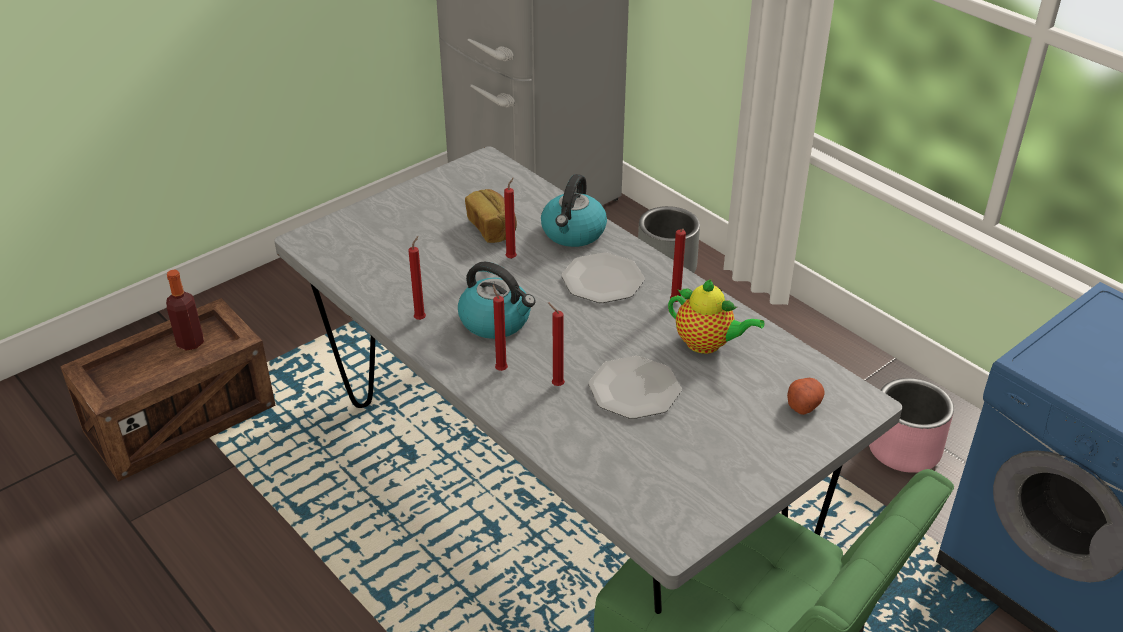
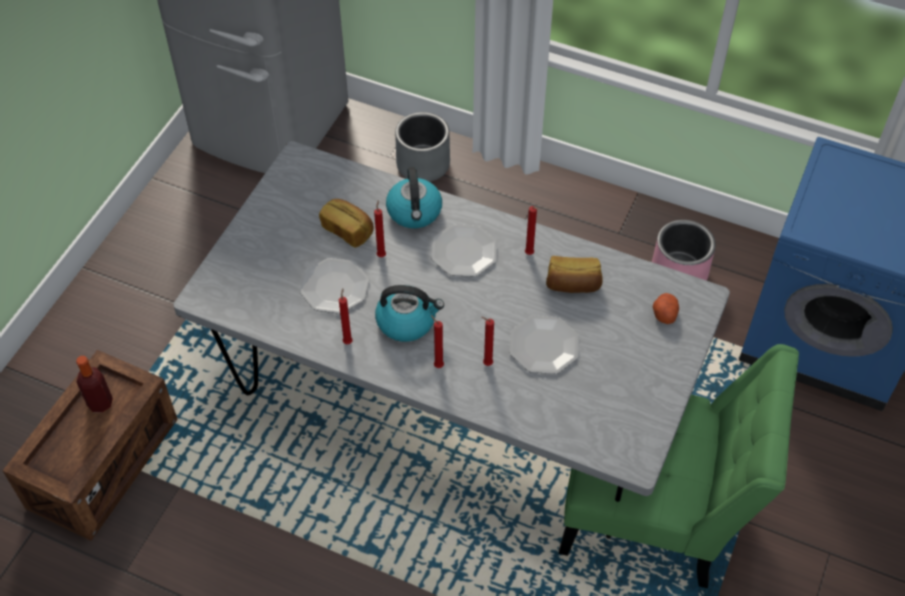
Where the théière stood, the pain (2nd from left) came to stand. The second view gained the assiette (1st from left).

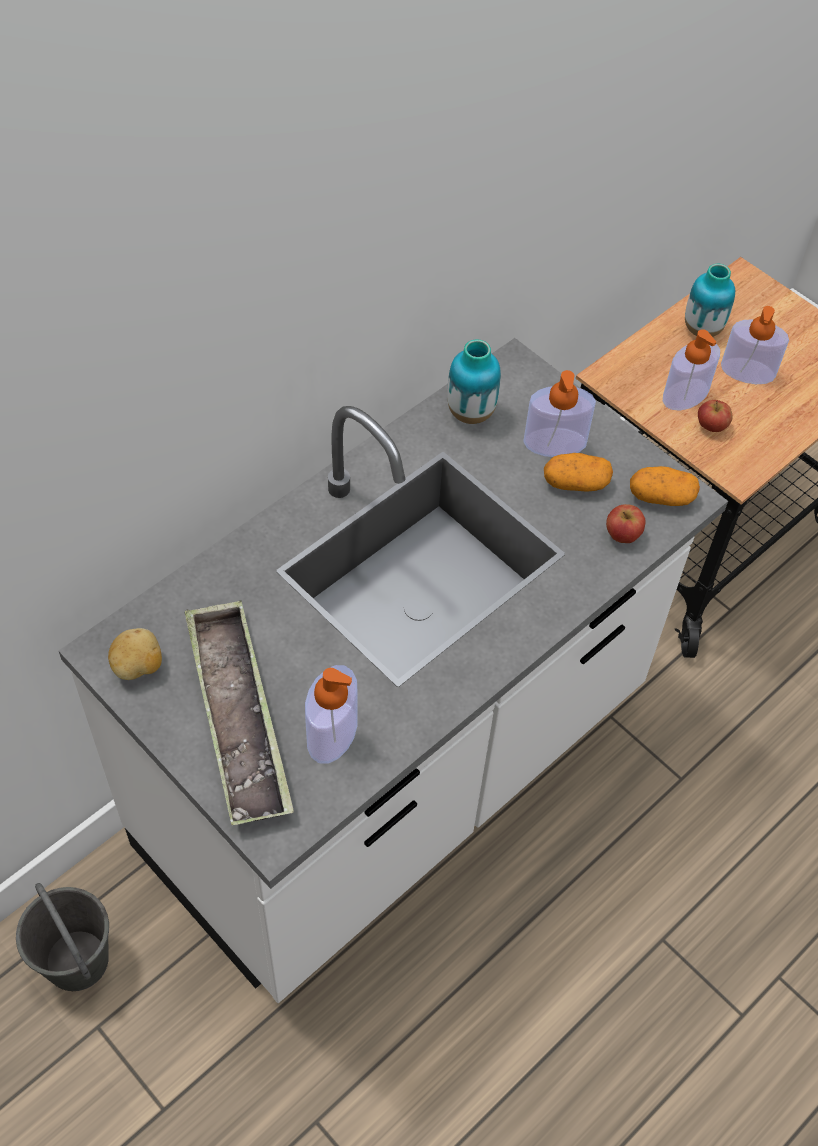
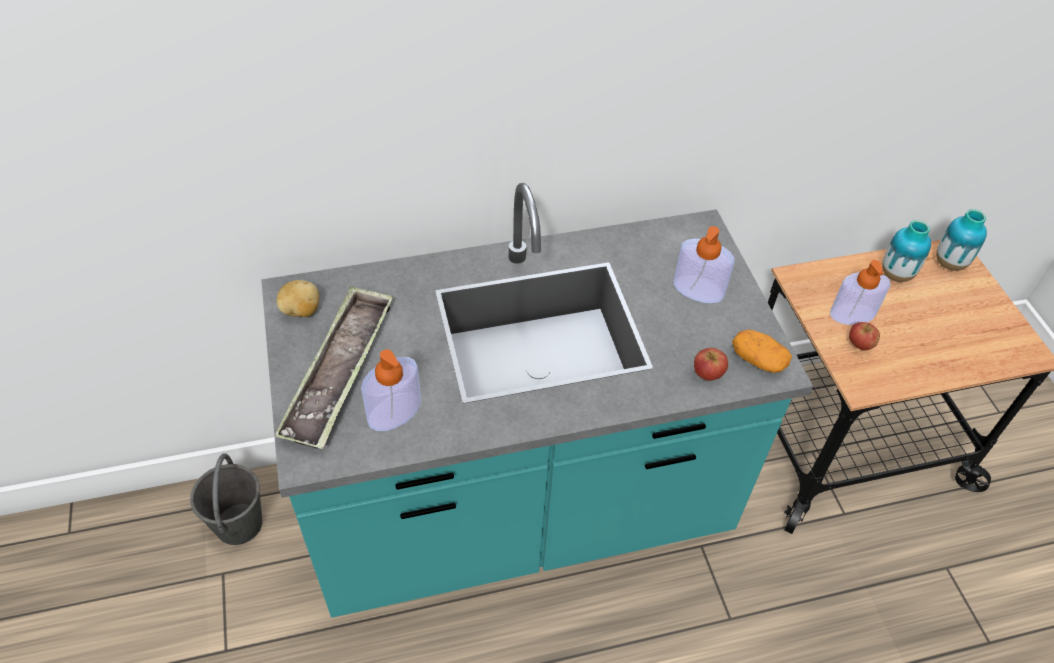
What was the comptoir de cuisine [blanc] turned into the comptoir de cuisine [turquoise]. The vase (1st from left in the first image) ended up elsewhere. The second view lost the pomme de terre (2nd from left). The second view lost the distributeur de savon (4th from left).

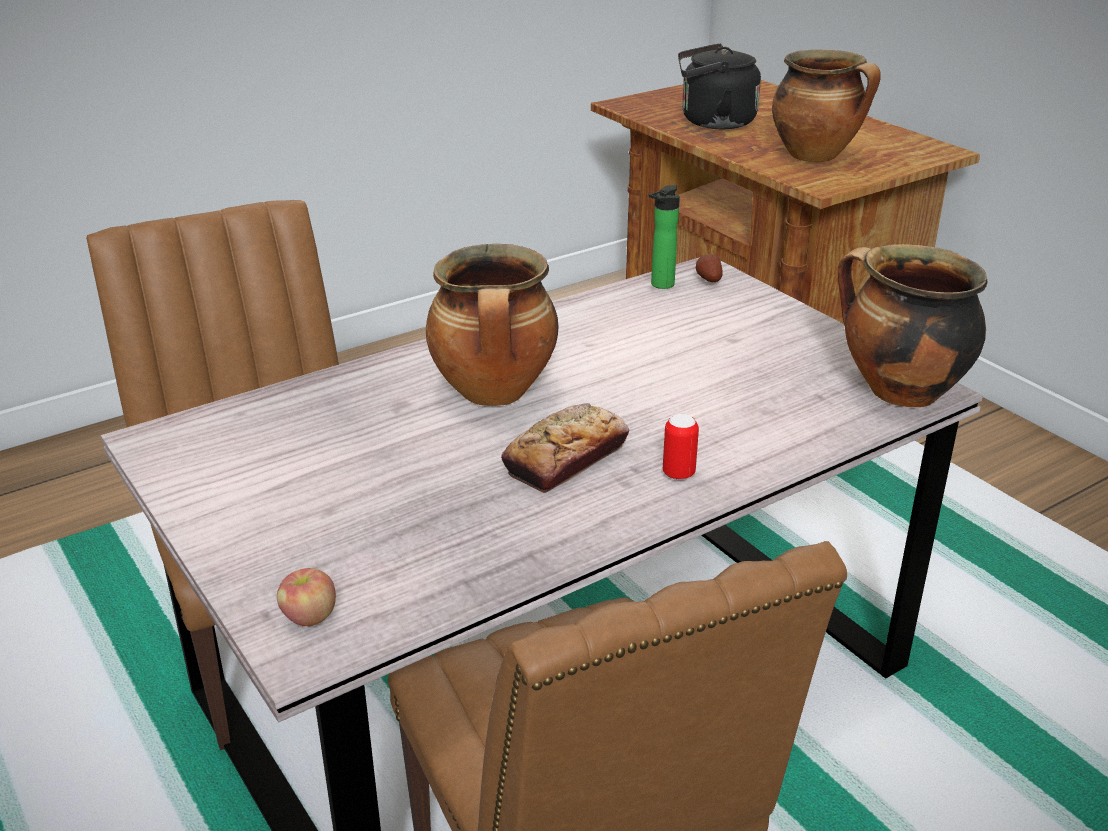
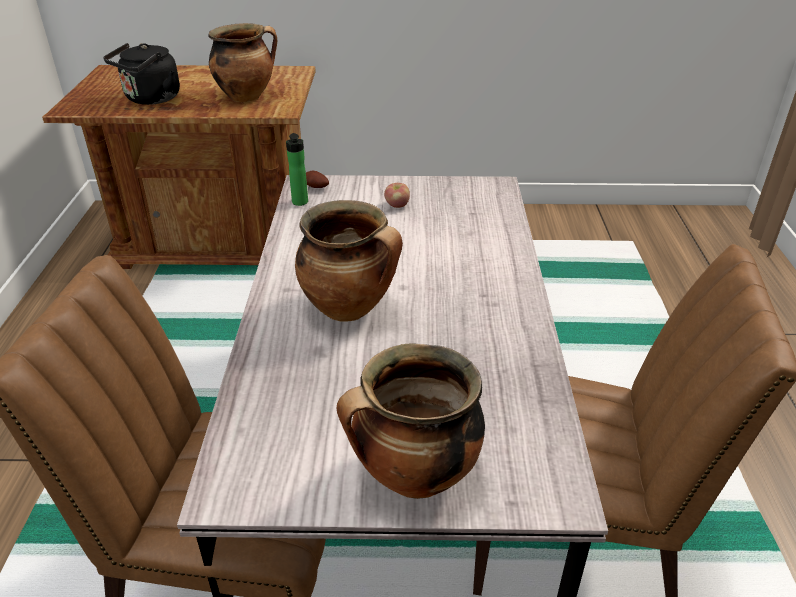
The pomme ended up elsewhere. The second view lost the pain. The second view lost the boîte métallique. The marmite (3rd from left) ended up elsewhere.

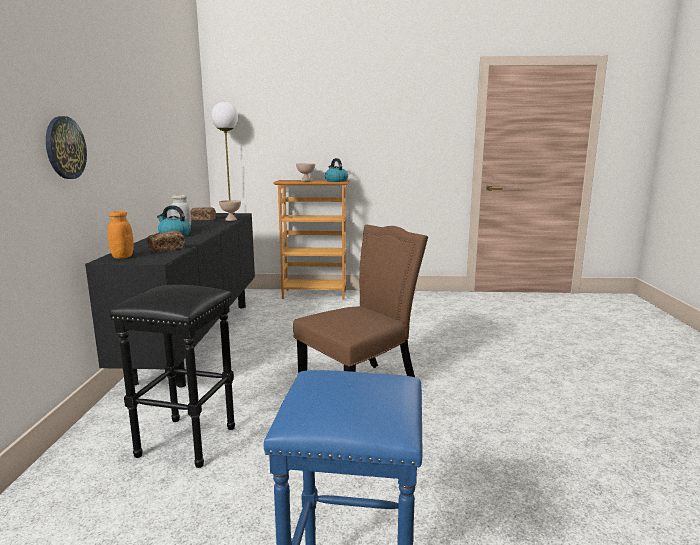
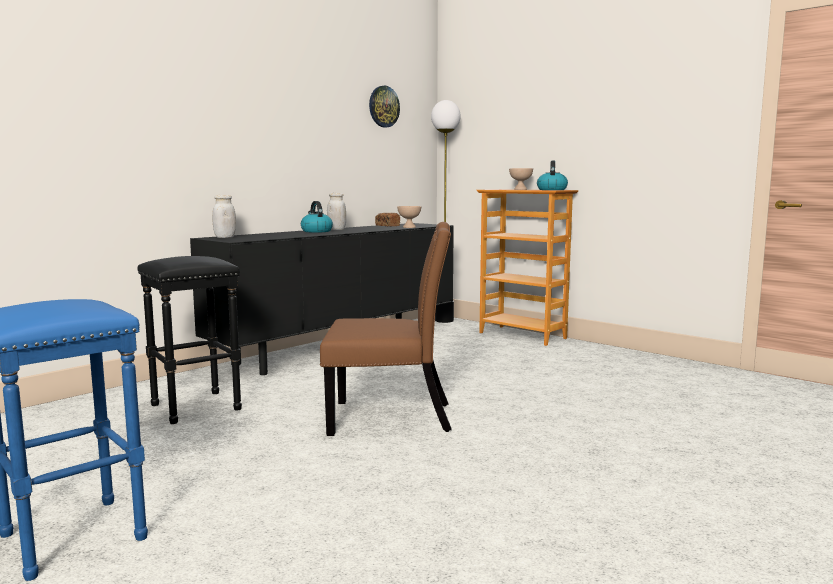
The horloge murale ended up elsewhere. What was the bocal [orange] turned into the bocal [blanc] (1st from left). The second view lost the pain (1st from left).

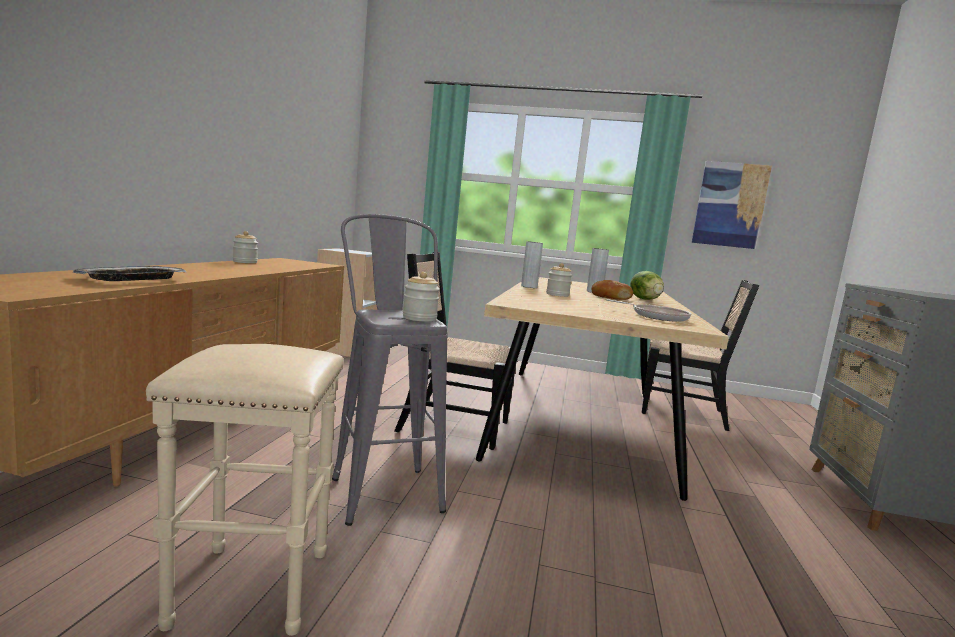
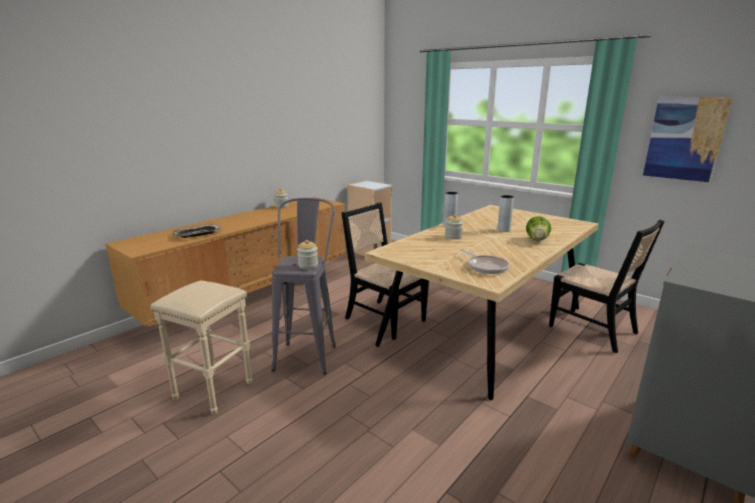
The second view lost the pain.

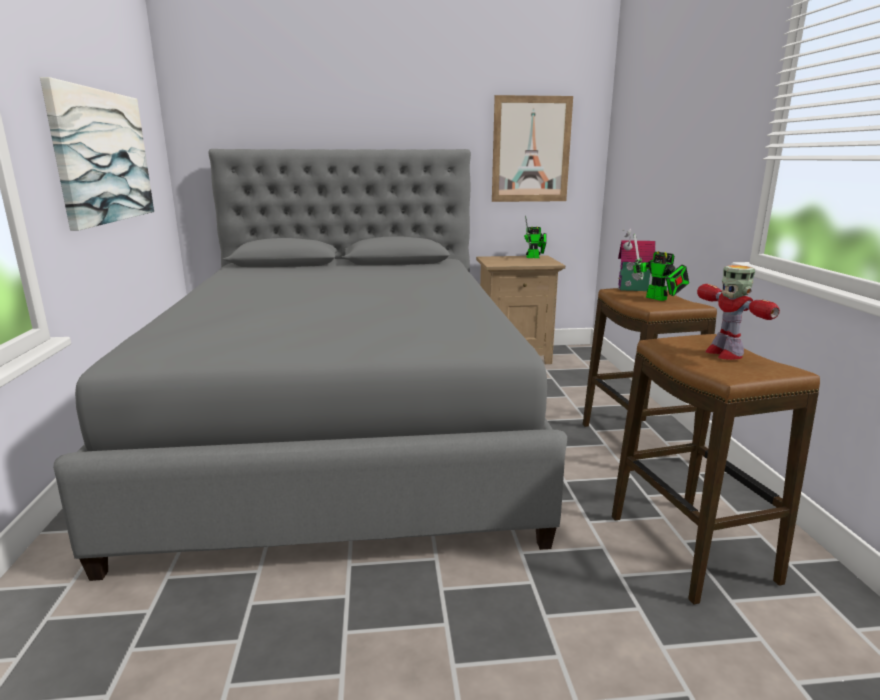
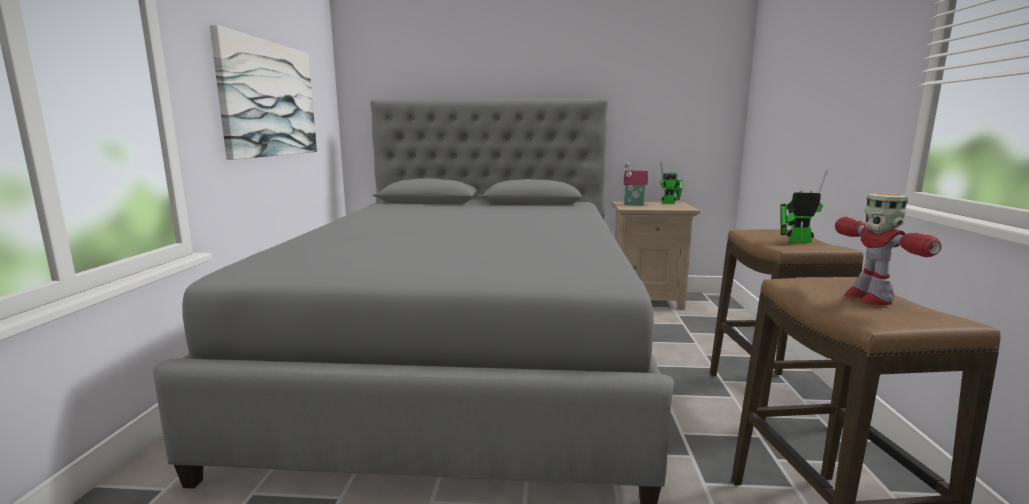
The second view lost the tableau (2nd from left). The maison miniature ended up elsewhere. The robot jouet (2nd from left) ended up facing another way, 135 degrees clockwise from before.

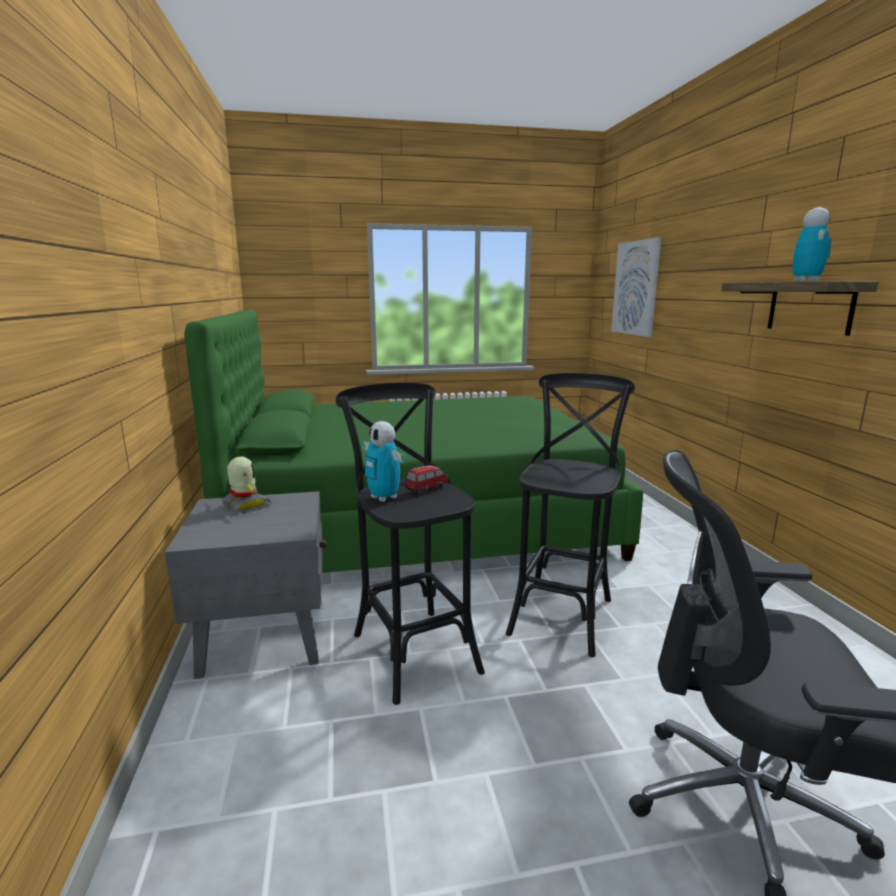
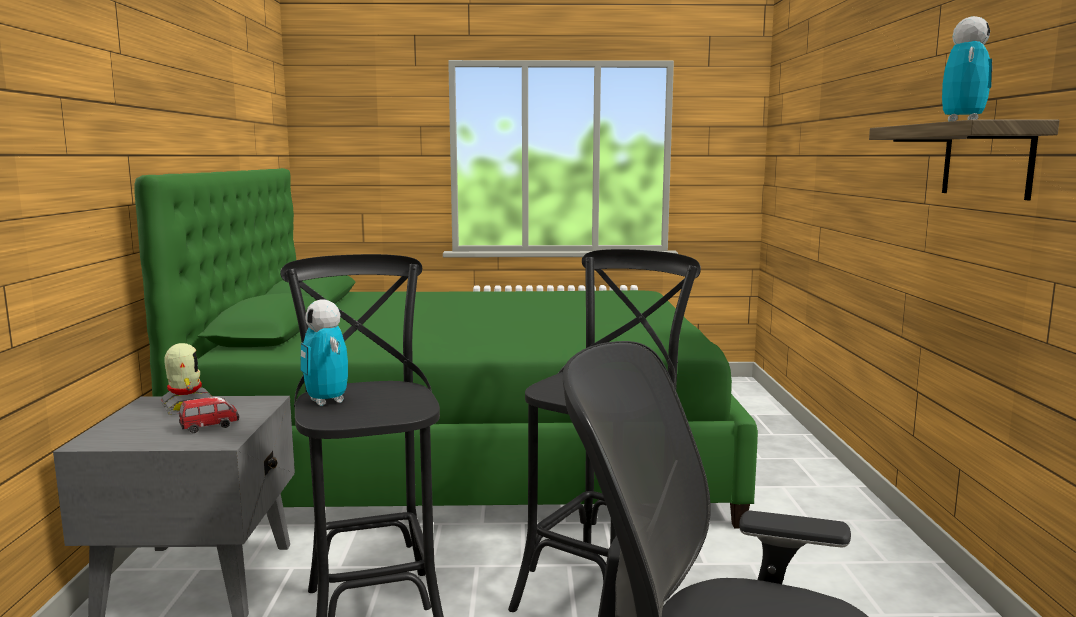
The petite voiture ended up elsewhere. The second view lost the tableau.

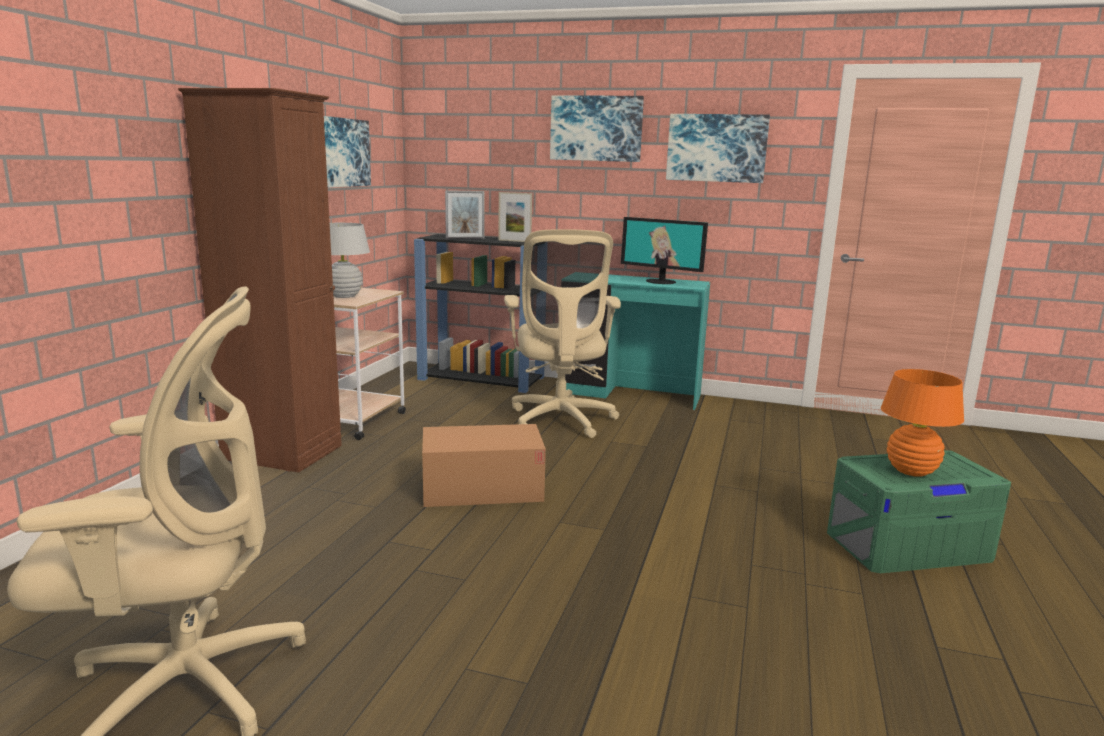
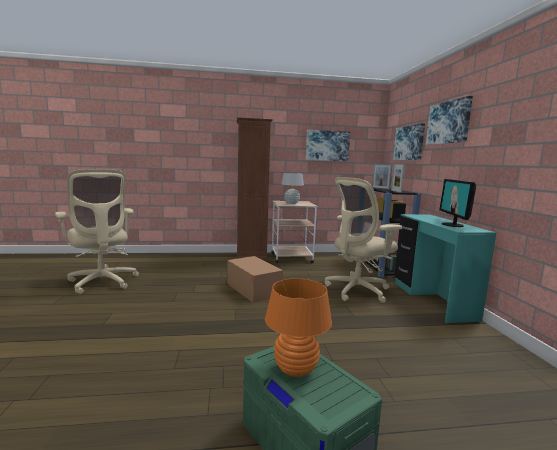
The tableau (3rd from left in the first image) ended up elsewhere.

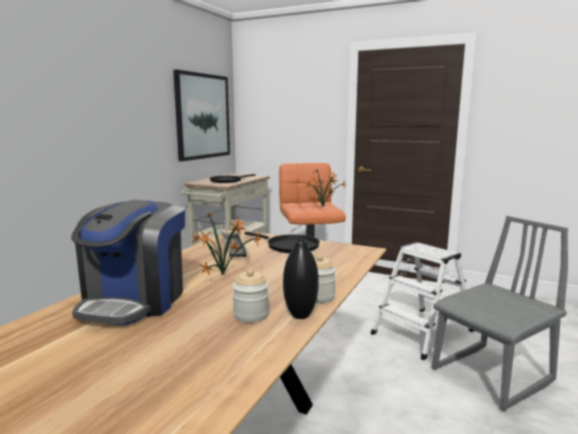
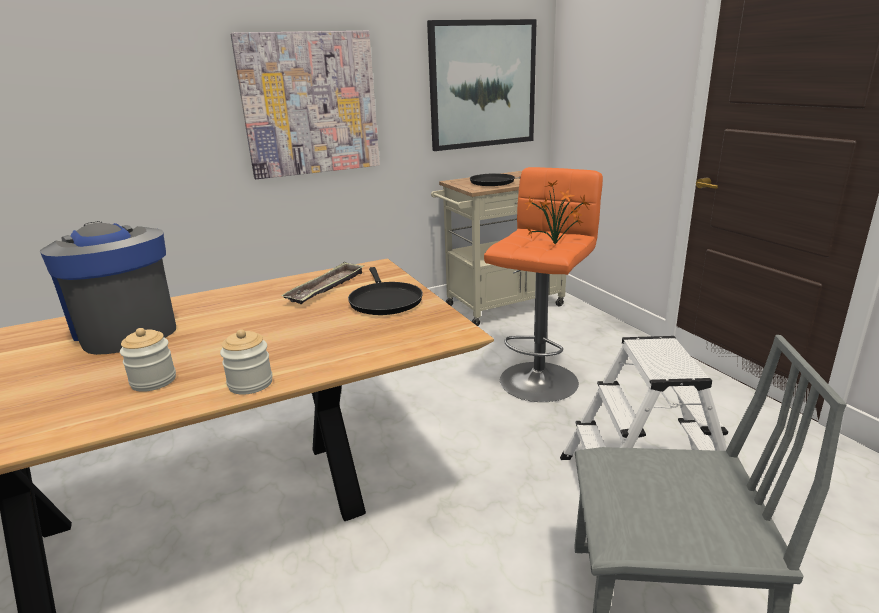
The machine à café ended up facing another way, 90 degrees clockwise from before. The second view lost the plante en pot (1st from left). The second view lost the vase [noir]. The second view gained the tableau (1st from left).

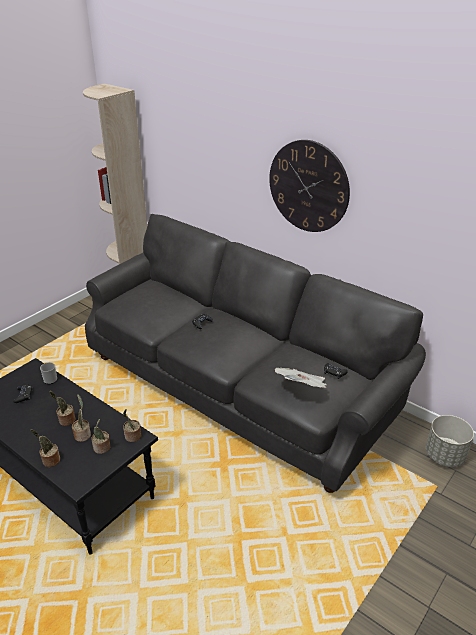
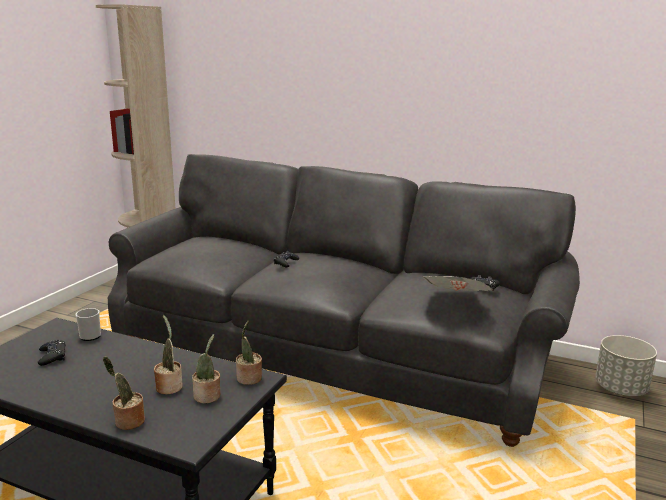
The second view lost the plante en pot (2nd from left). The second view lost the horloge murale.

